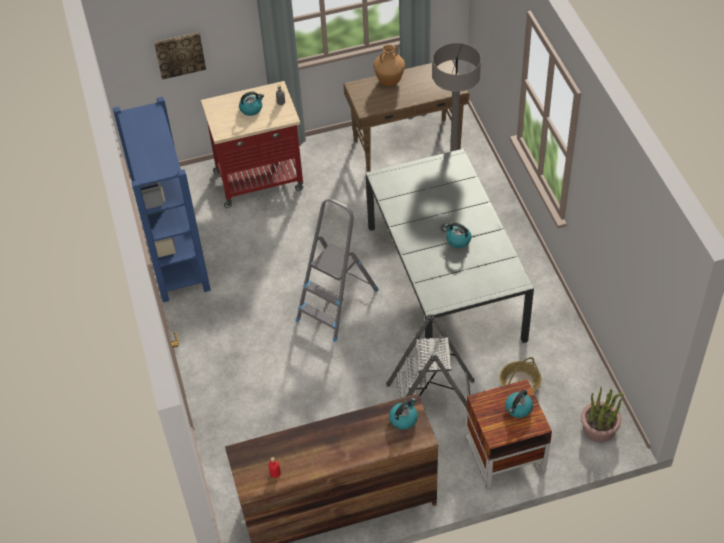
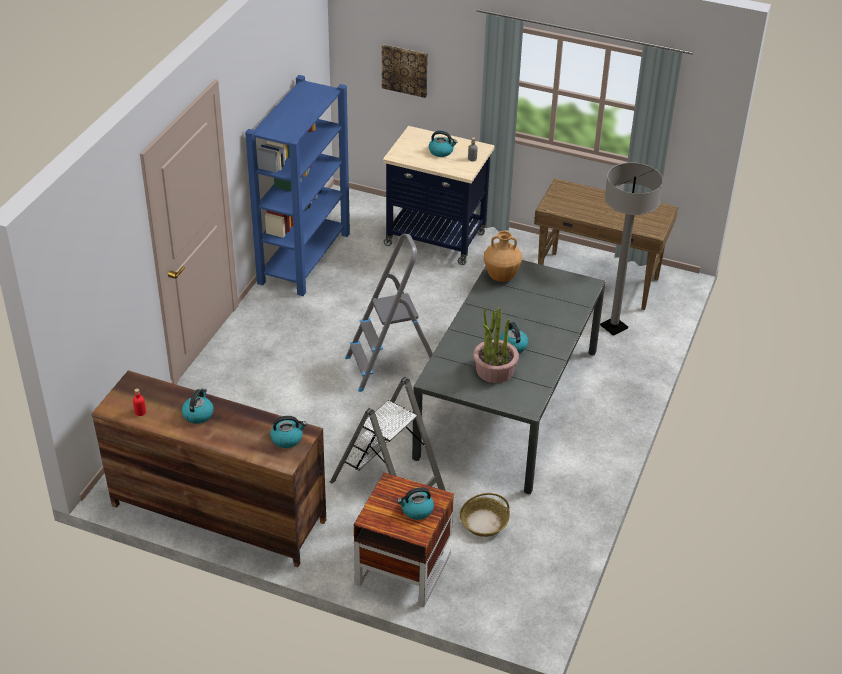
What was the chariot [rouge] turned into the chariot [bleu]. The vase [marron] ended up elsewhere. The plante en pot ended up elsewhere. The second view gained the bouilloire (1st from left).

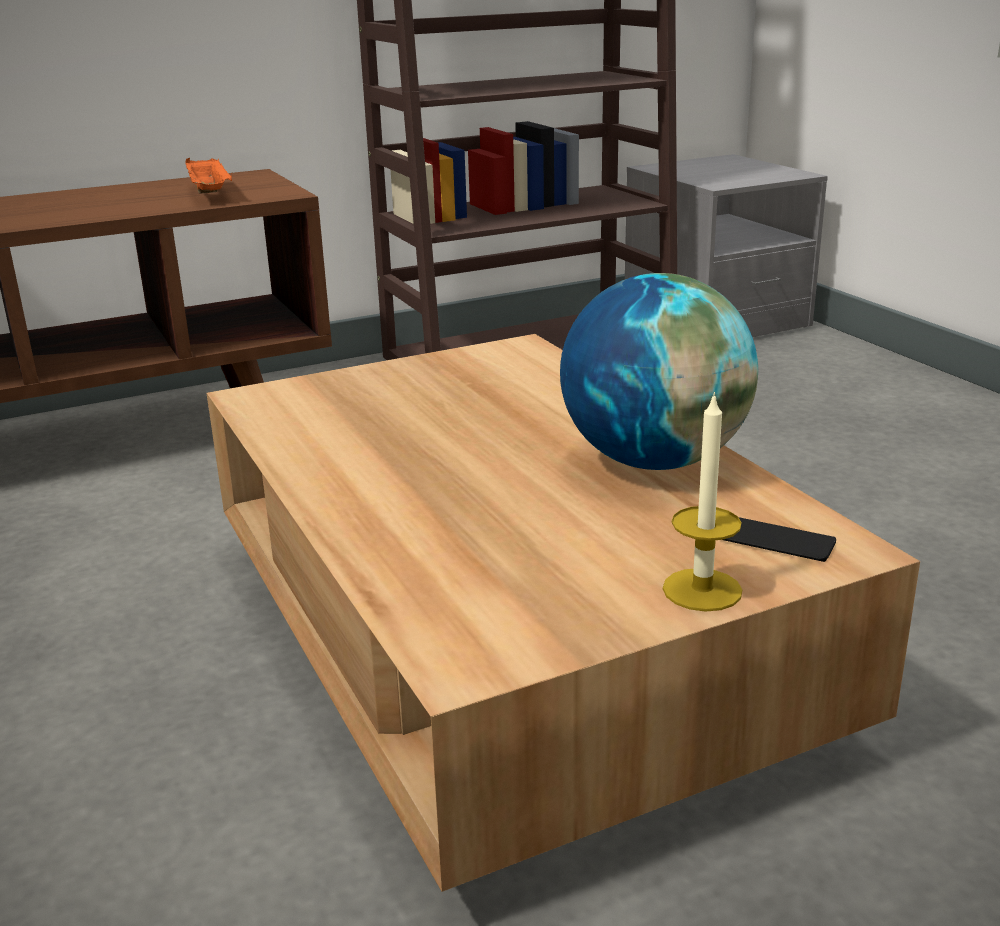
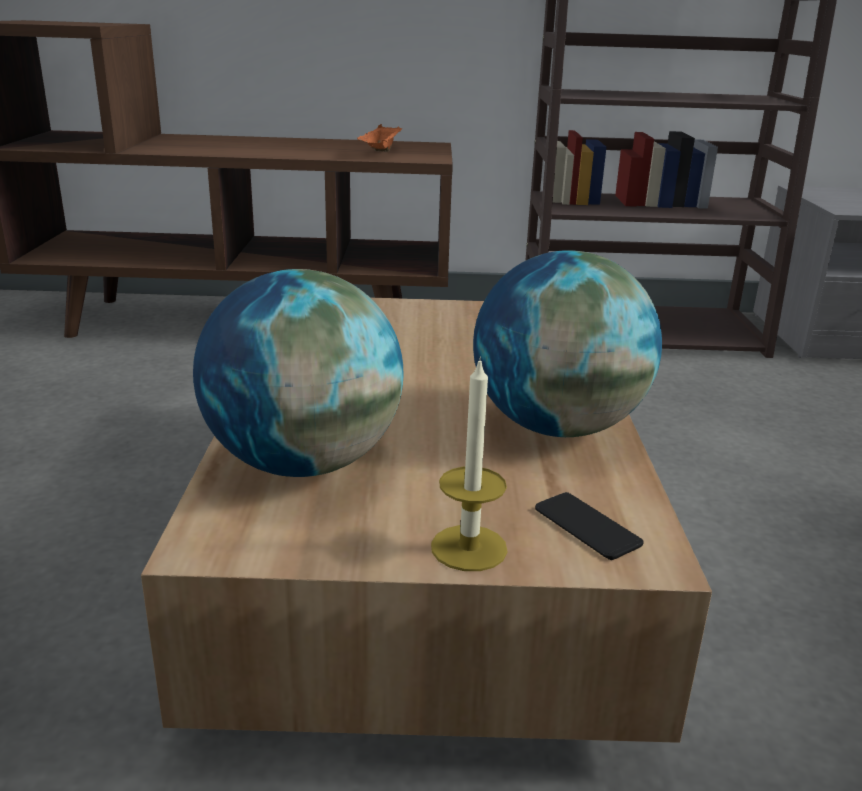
The second view gained the globe (1st from left).

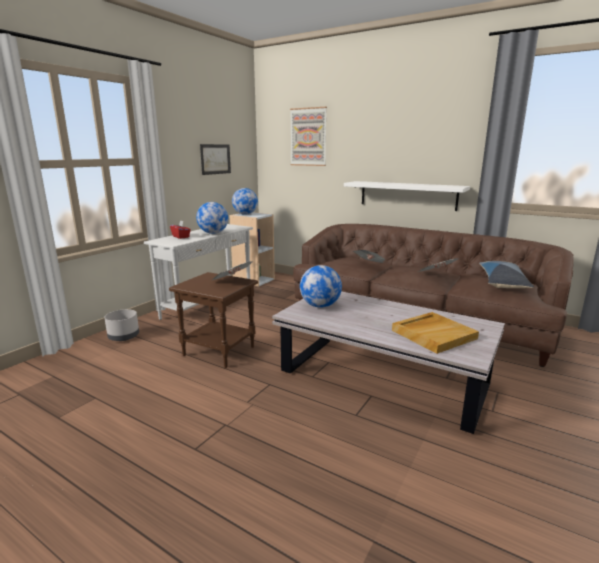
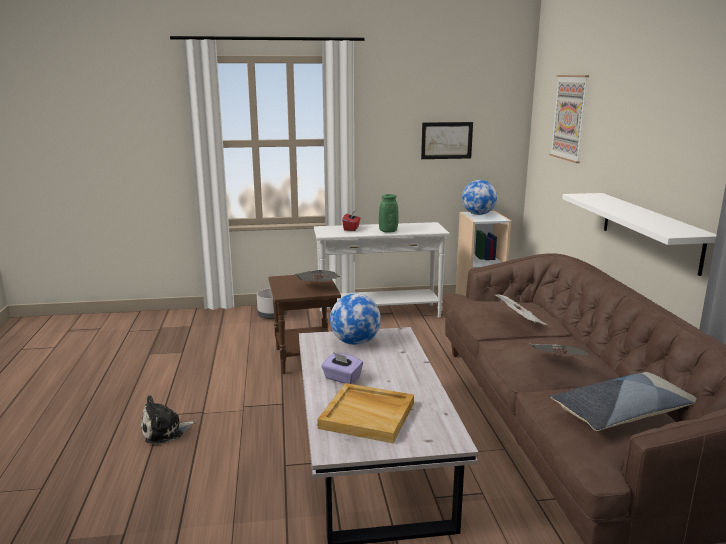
Where the globe (1st from left) stood, the vase [vert] came to stand. The second view gained the peluche. The second view gained the boîte à mouchoirs [violet].

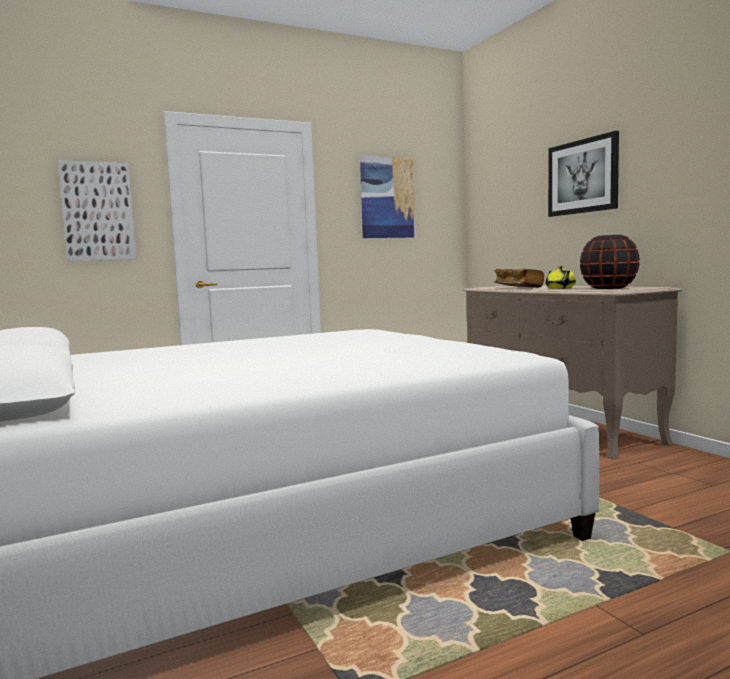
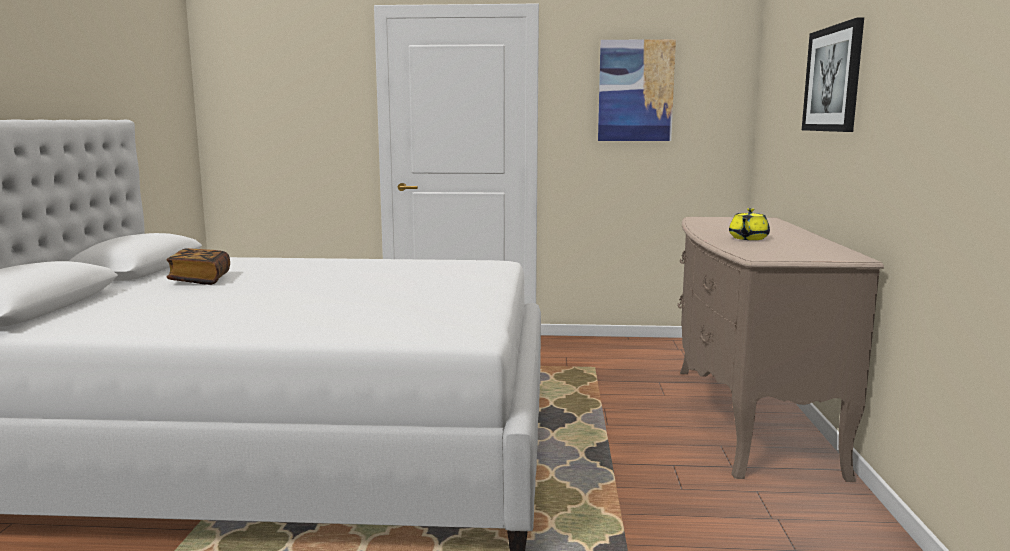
The second view lost the tableau (1st from left). The livre ended up elsewhere. The second view lost the vase [noir].

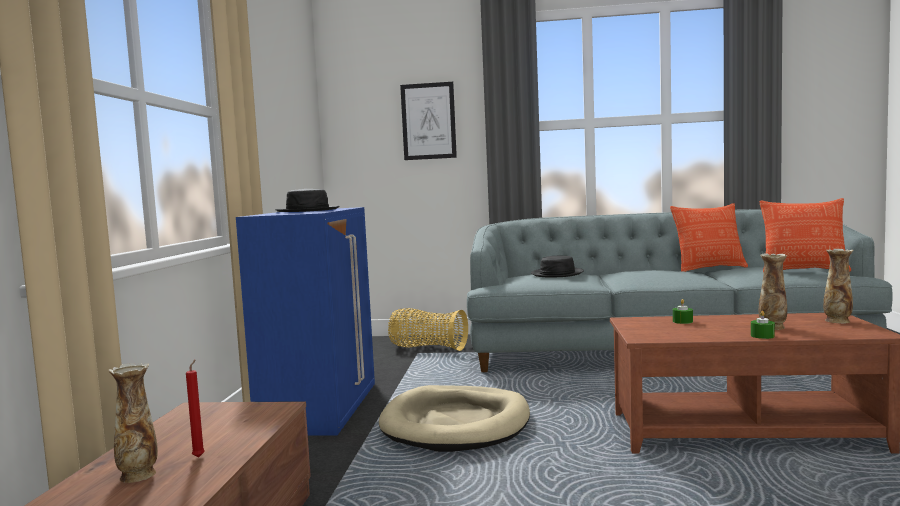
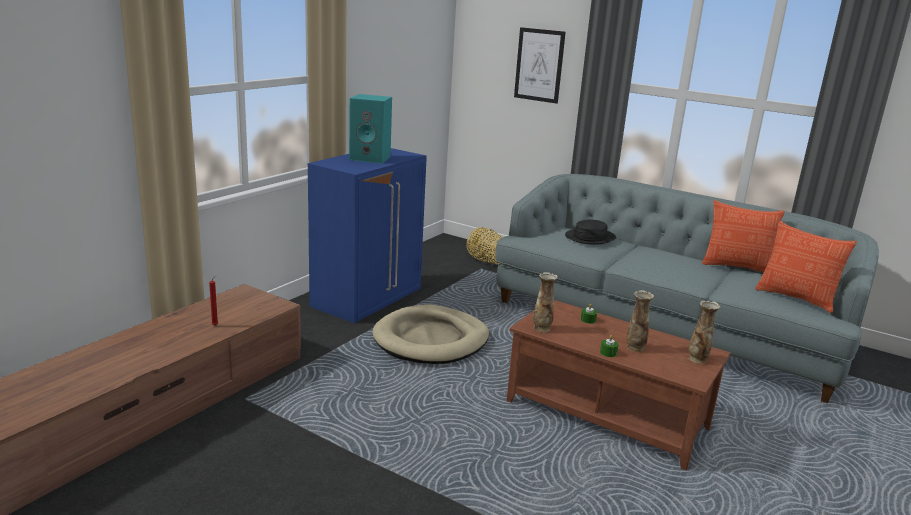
The vase (1st from left) ended up elsewhere. Where the chapeau [noir] (1st from left) stood, the enceinte [turquoise] came to stand.

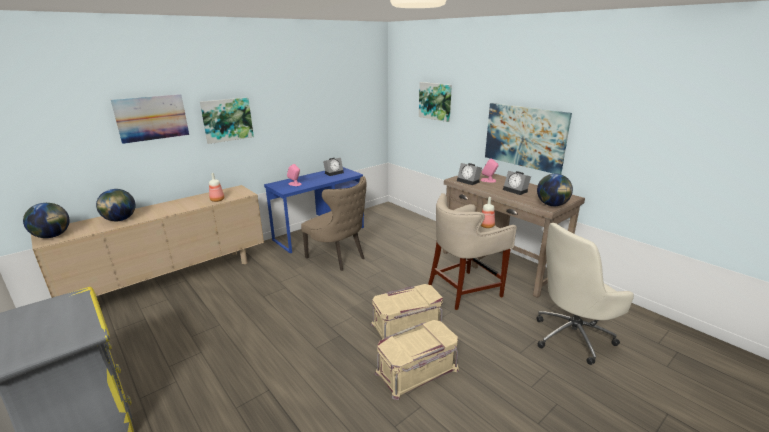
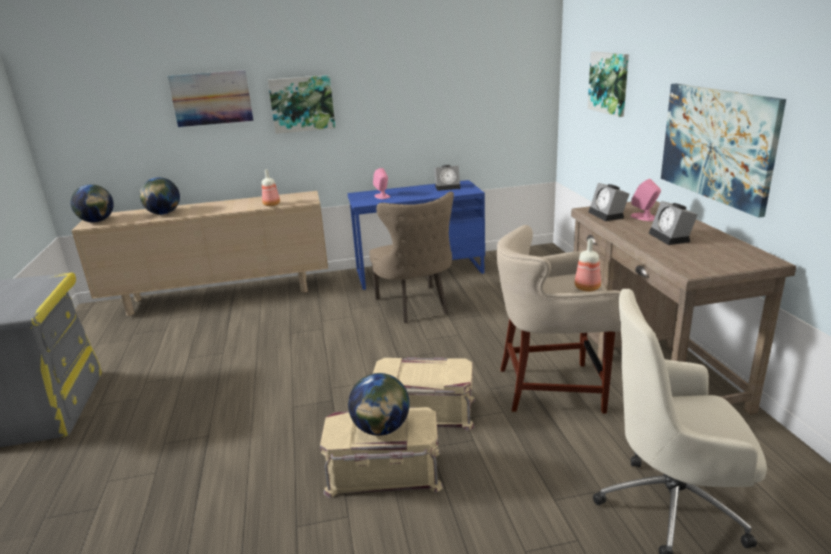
The globe (3rd from left) ended up elsewhere.

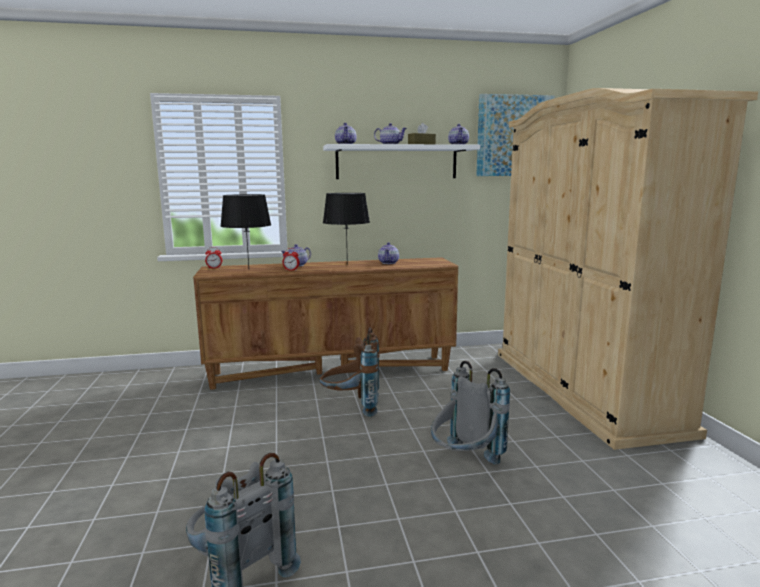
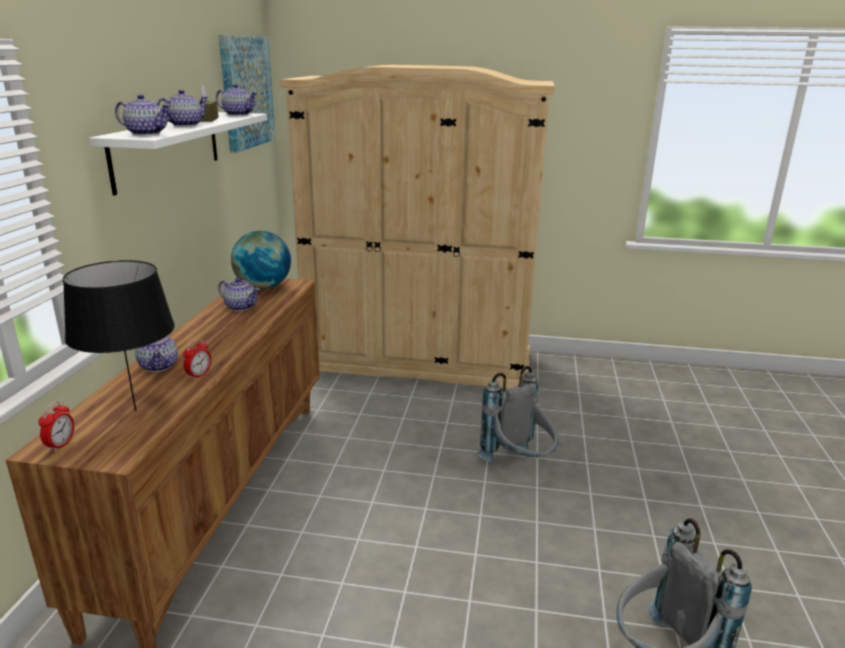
The second view lost the sac à dos [marron]. The second view lost the lampe de table [noir] (2nd from left). The second view gained the globe.

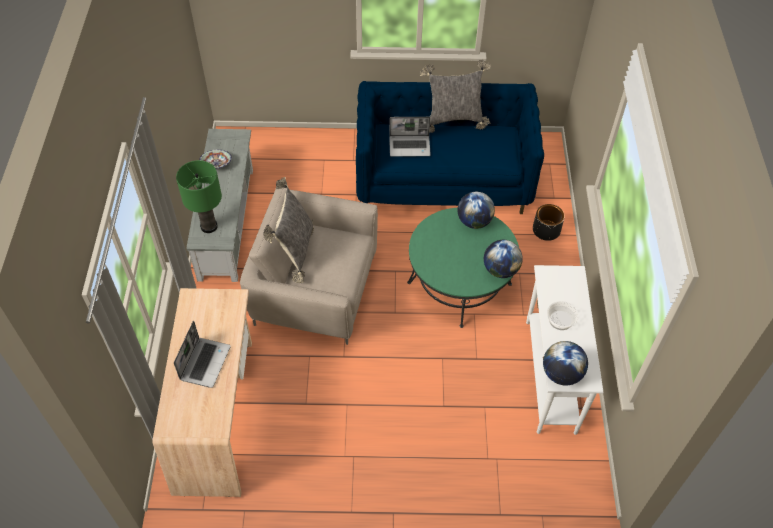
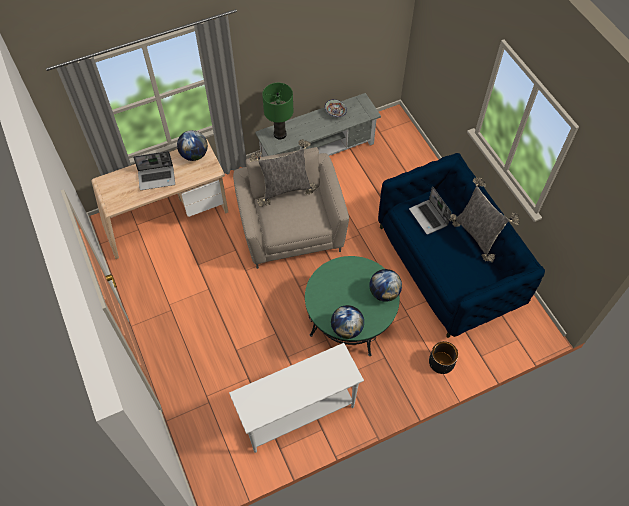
The globe (3rd from left in the first image) ended up elsewhere. The second view lost the bol (2nd from left).

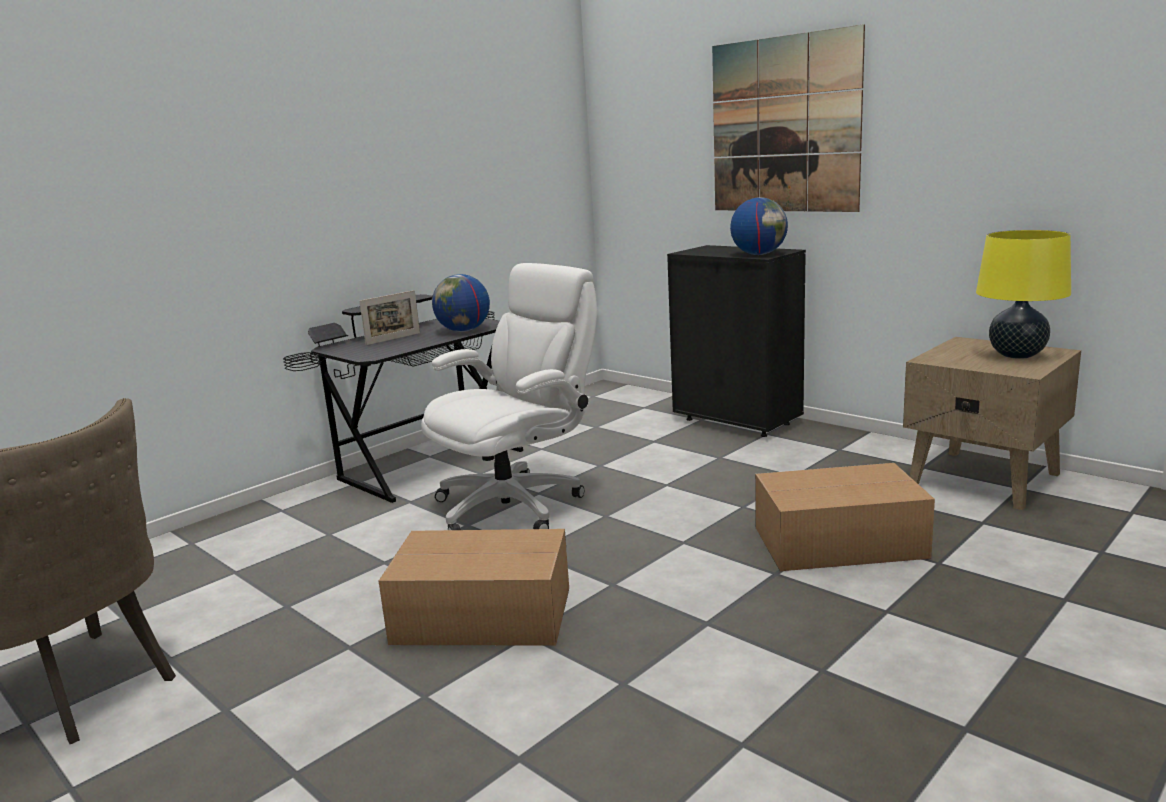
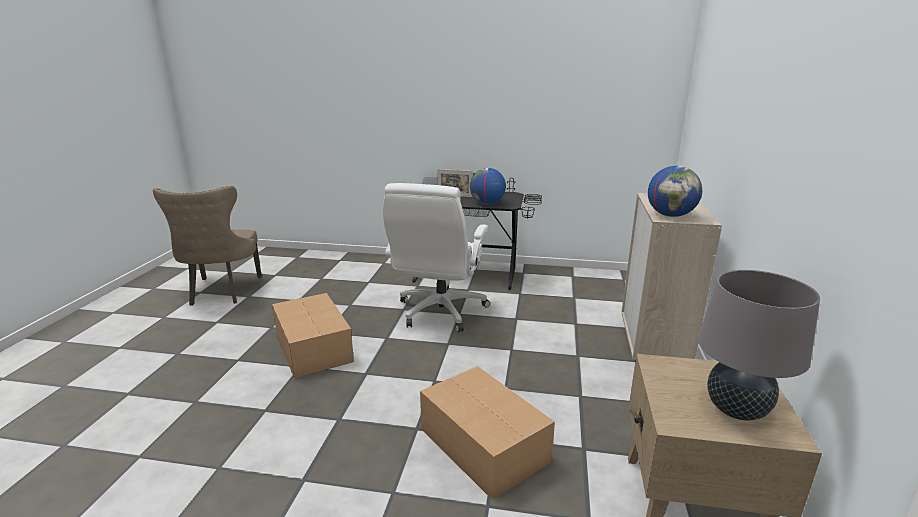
The chaise de bureau [blanc] ended up facing another way, 90 degrees clockwise from before. What was the meuble de rangement [noir] turned into the meuble de rangement [beige]. The second view lost the tableau. What was the lampe de table [jaune] turned into the lampe de table [gris].

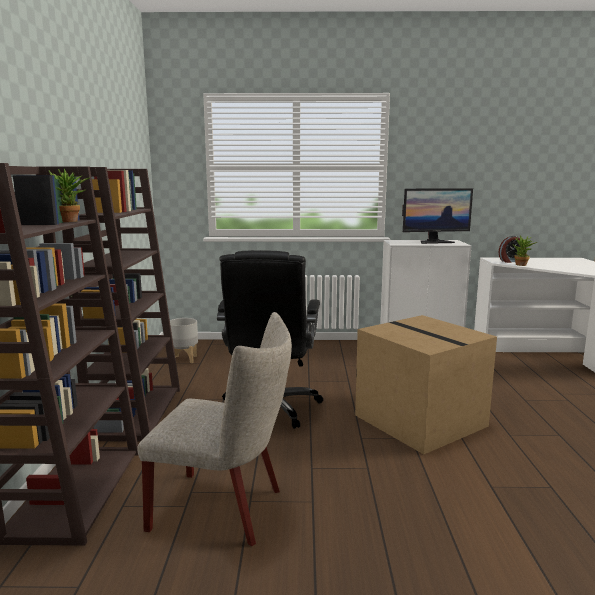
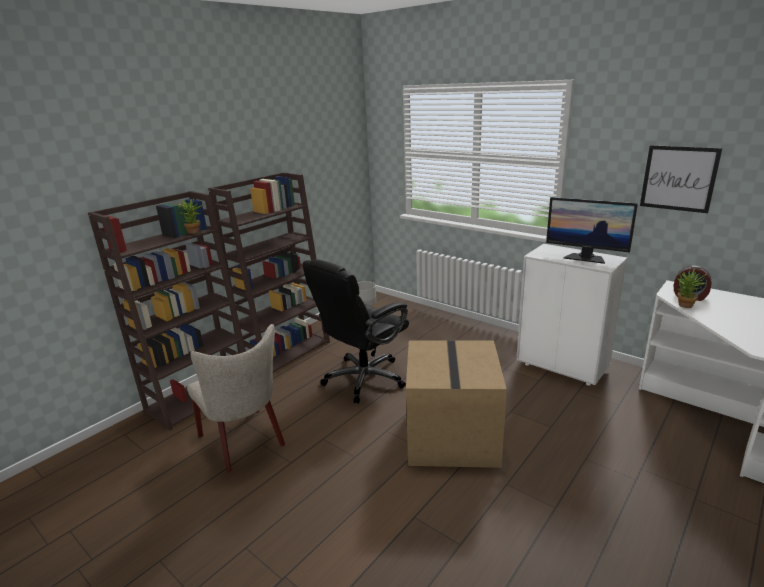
The second view gained the tableau.

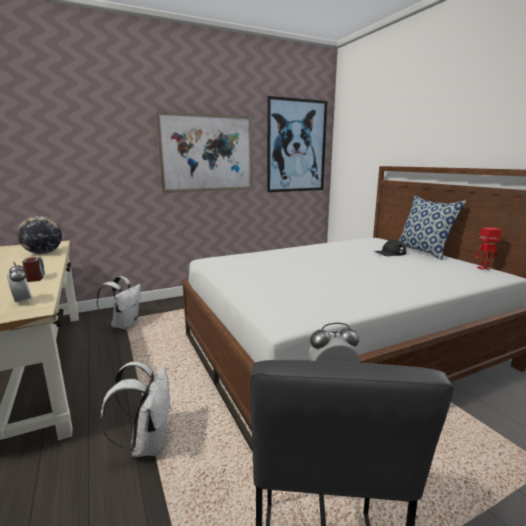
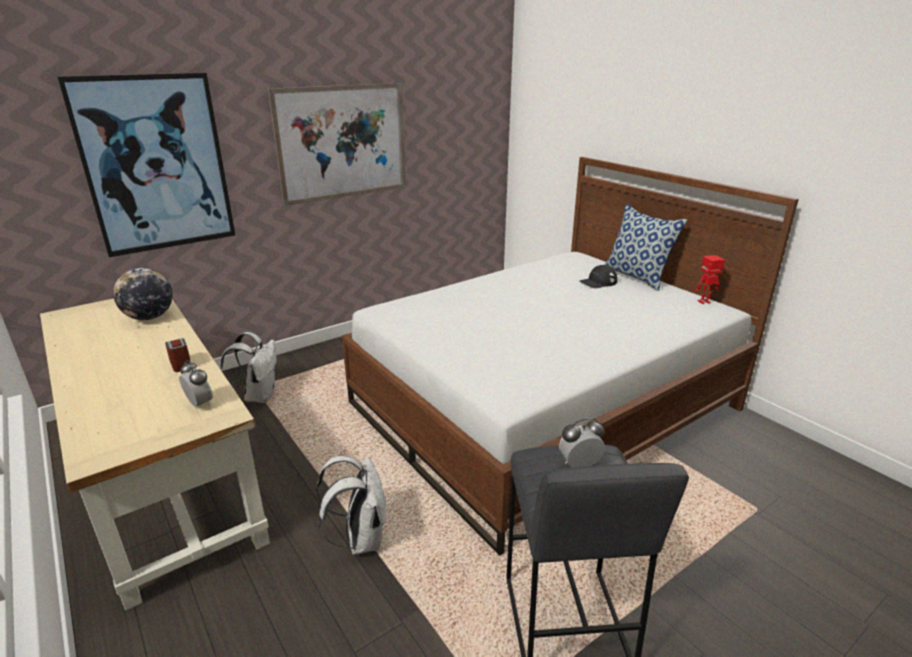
The tableau (2nd from left in the first image) ended up elsewhere.

